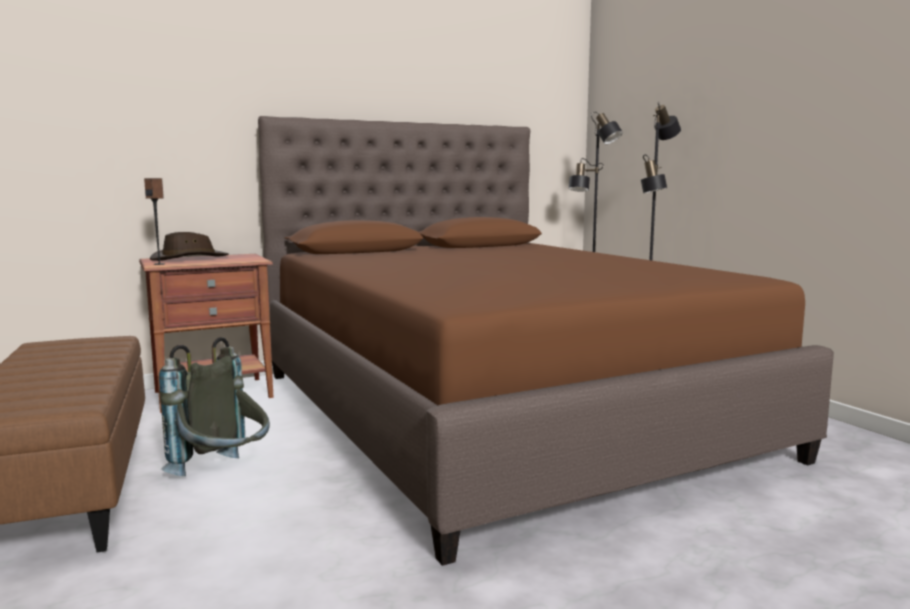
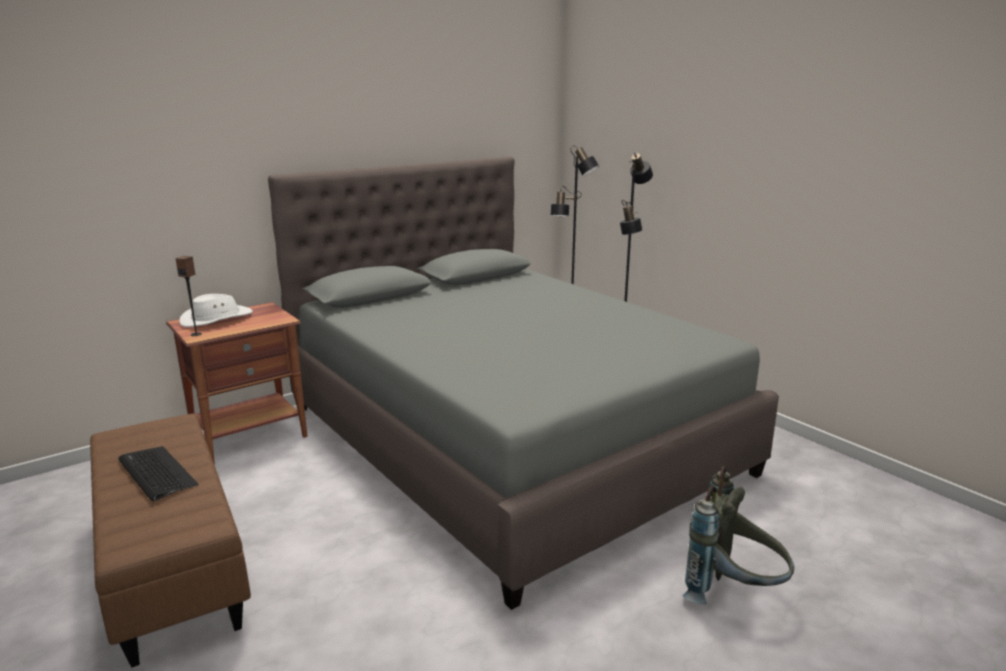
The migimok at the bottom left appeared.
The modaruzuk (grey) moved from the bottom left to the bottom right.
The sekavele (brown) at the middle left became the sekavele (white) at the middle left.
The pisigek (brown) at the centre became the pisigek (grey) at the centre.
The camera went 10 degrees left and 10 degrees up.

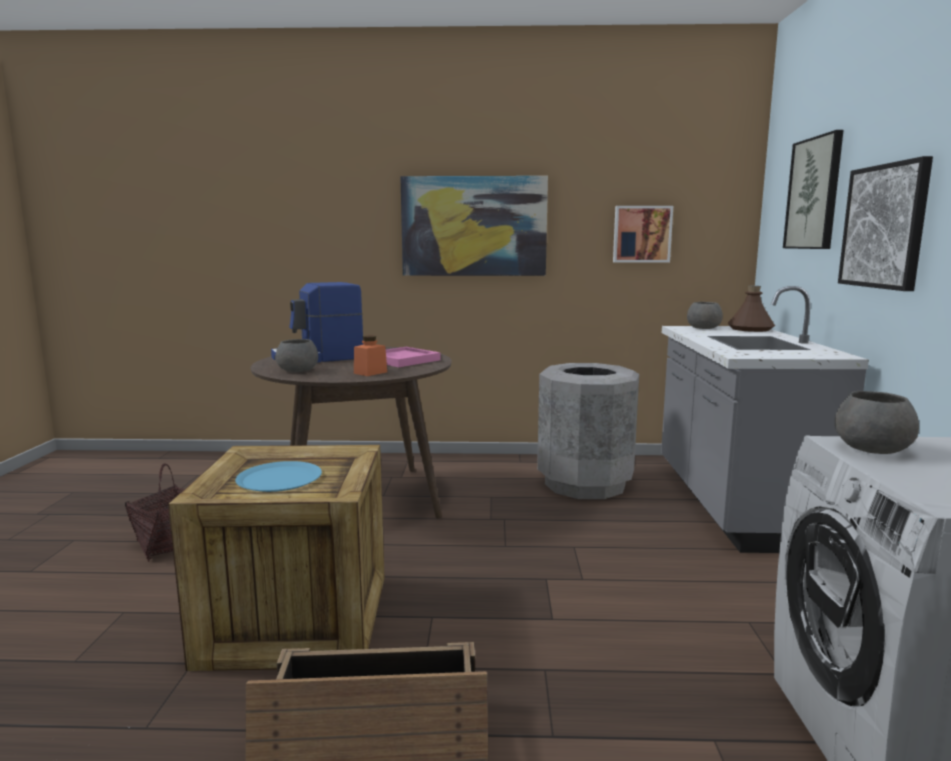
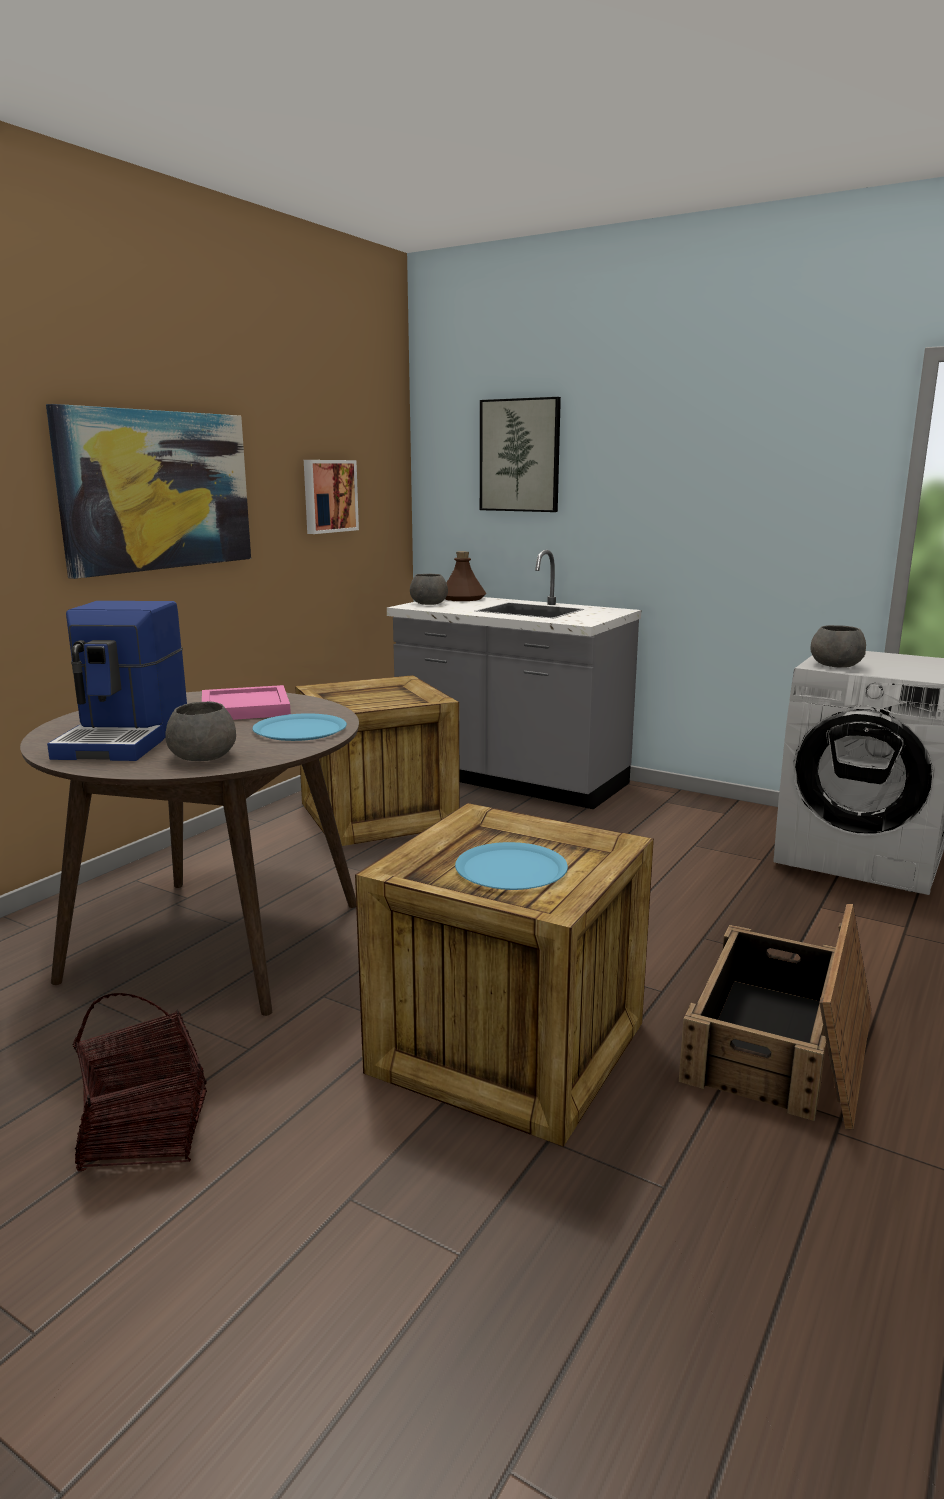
The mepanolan (4th from left) at the top right disappeared.
The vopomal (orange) at the centre was replaced by the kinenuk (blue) (1st from left) at the middle left.
The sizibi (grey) at the centre was replaced by the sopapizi (1st from left) at the centre.
The camera went 60 degrees left and 5 degrees up.

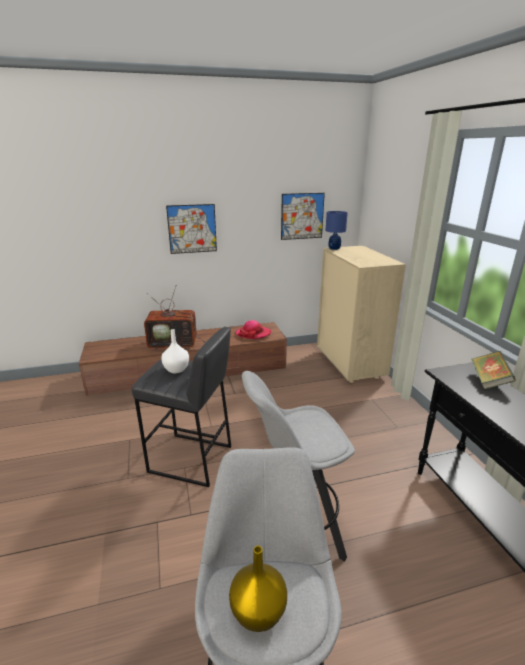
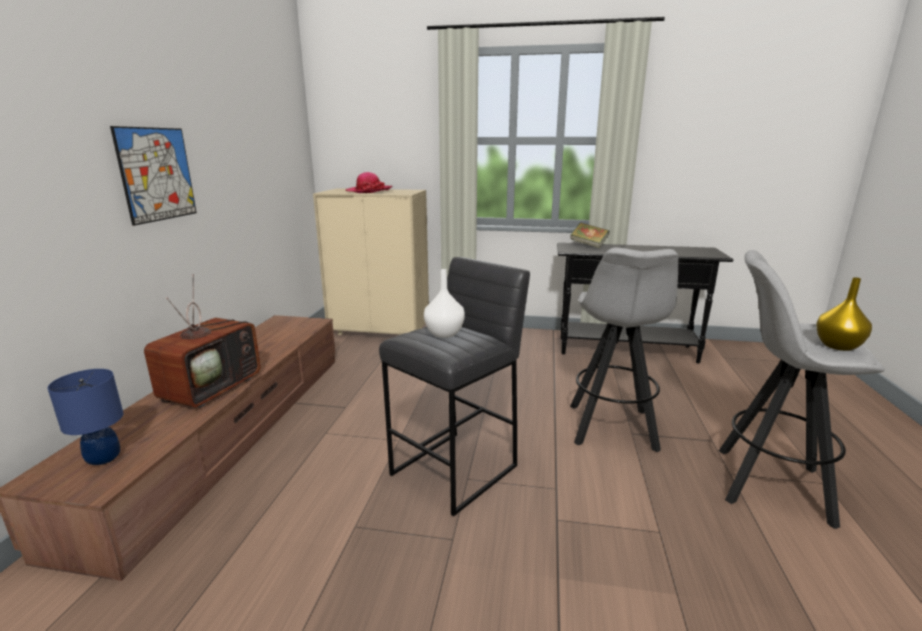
The mepanolan (2nd from left) at the top centre disappeared.
The sekavele moved from the centre to the top centre.
The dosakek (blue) moved from the centre to the middle left.
The camera went 65 degrees left and 5 degrees down.

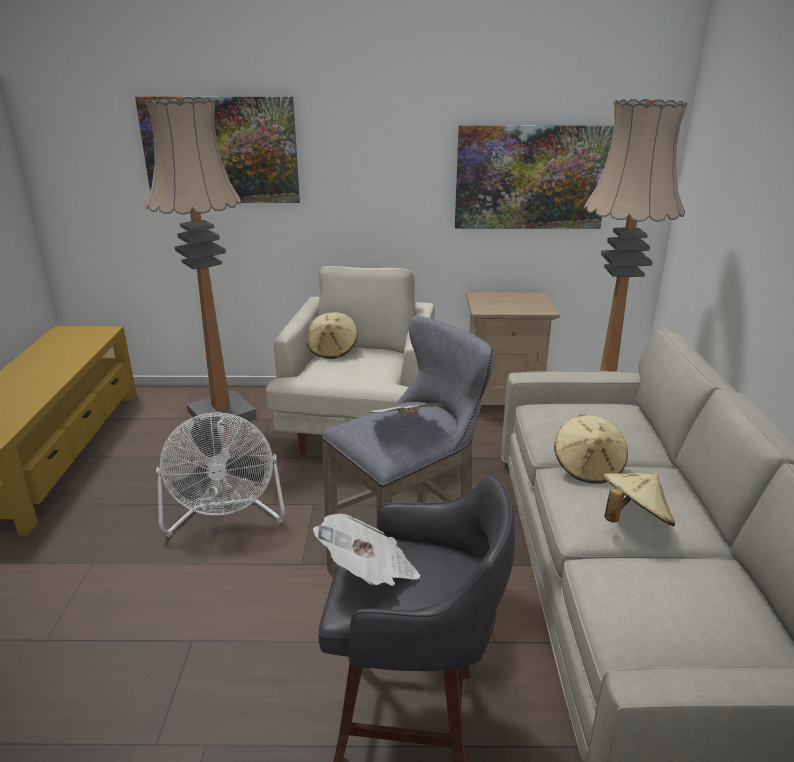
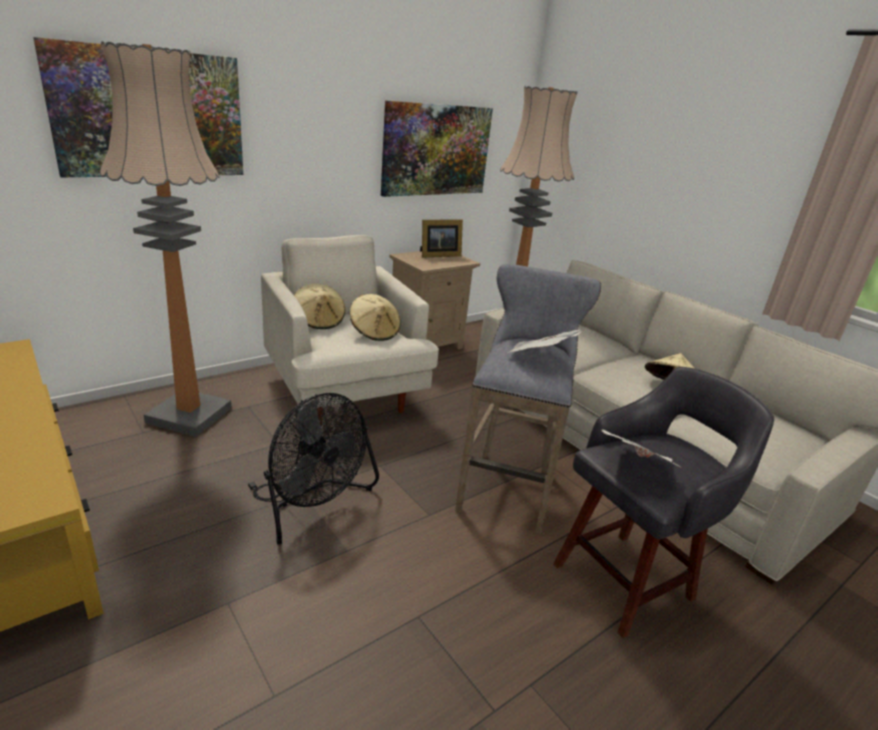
The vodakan at the top centre appeared.
The sekavele (beige) (2nd from left) moved from the middle right to the centre.
The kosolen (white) at the middle left became the kosolen (black) at the centre.
The camera went 40 degrees left and 0 degrees up.

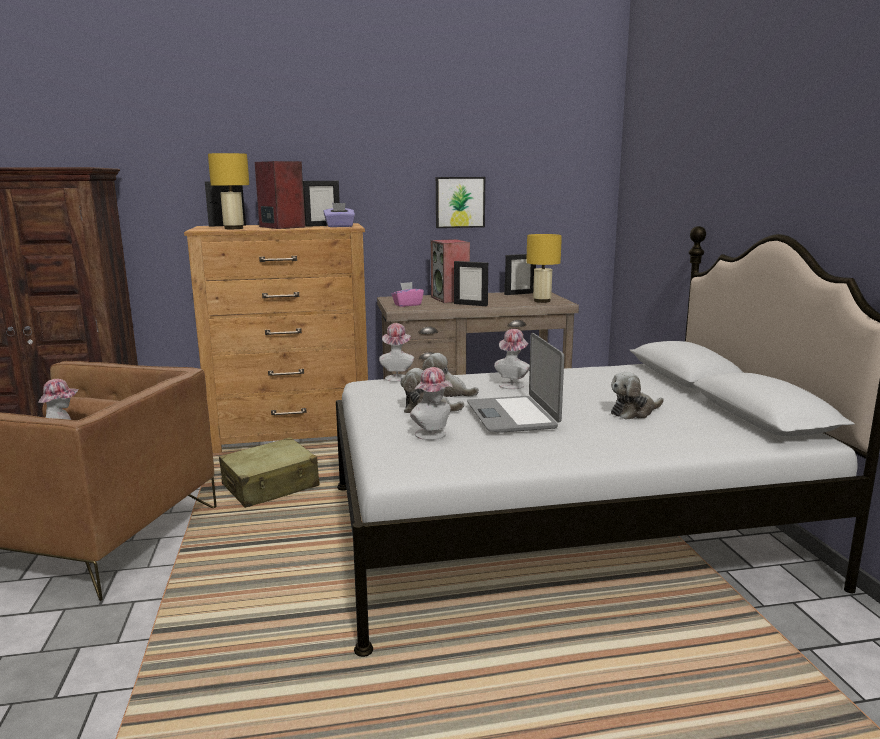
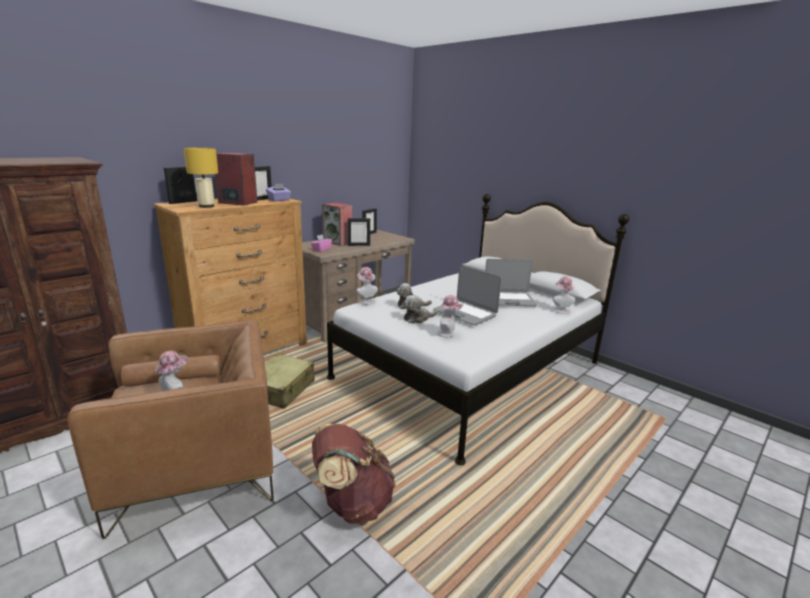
The mepanolan at the top centre disappeared.
The dosakek (yellow) (2nd from left) at the centre disappeared.
The modaruzuk (brown) at the bottom centre appeared.
The sekavele (4th from left) moved from the centre to the middle right.
The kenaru (3rd from left) at the middle right was replaced by the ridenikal (2nd from left) at the centre.
The camera went 35 degrees left and 5 degrees up.

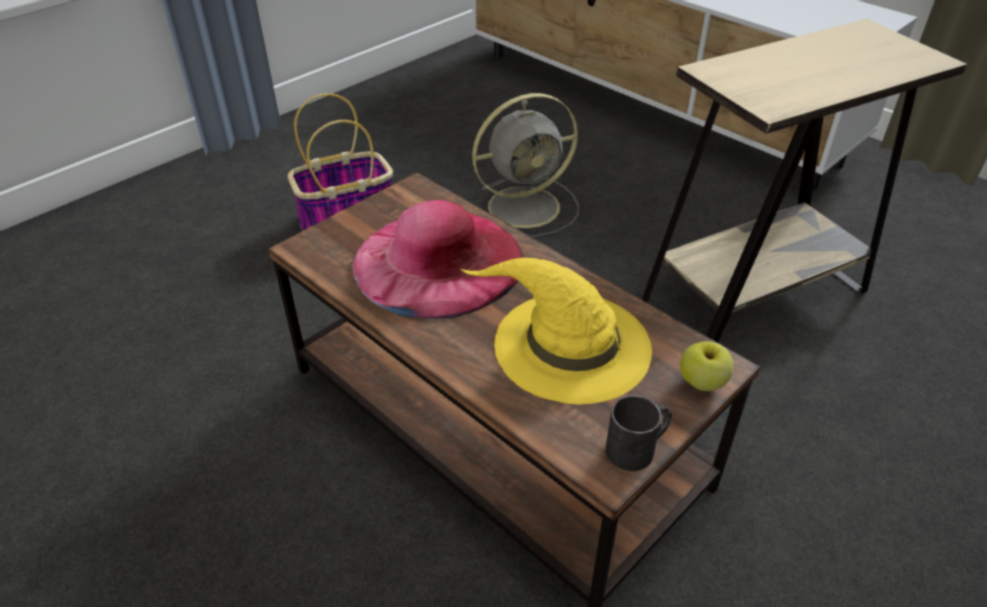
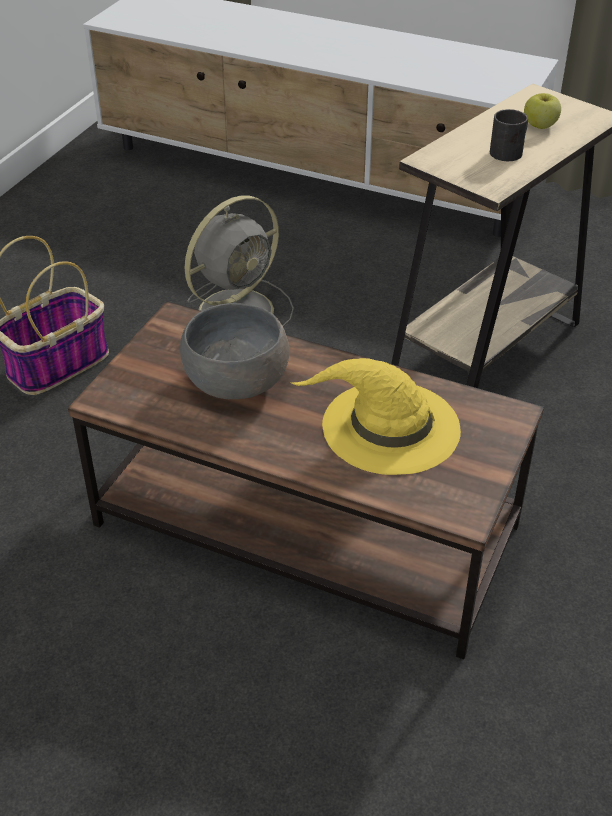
The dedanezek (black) moved from the bottom centre to the top right.
The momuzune moved from the middle right to the top right.
The sekavele (pink) at the centre was replaced by the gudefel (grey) at the centre.
The camera went 20 degrees left and 0 degrees up.

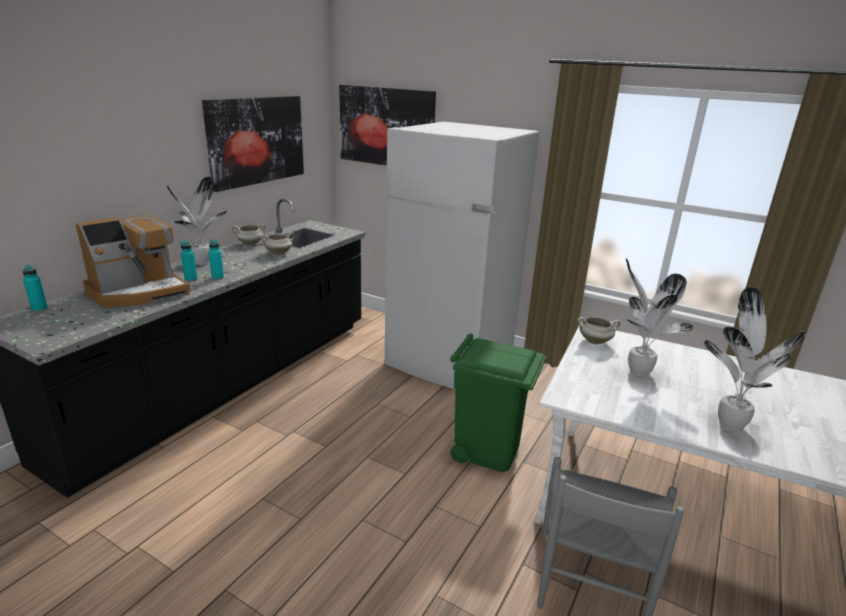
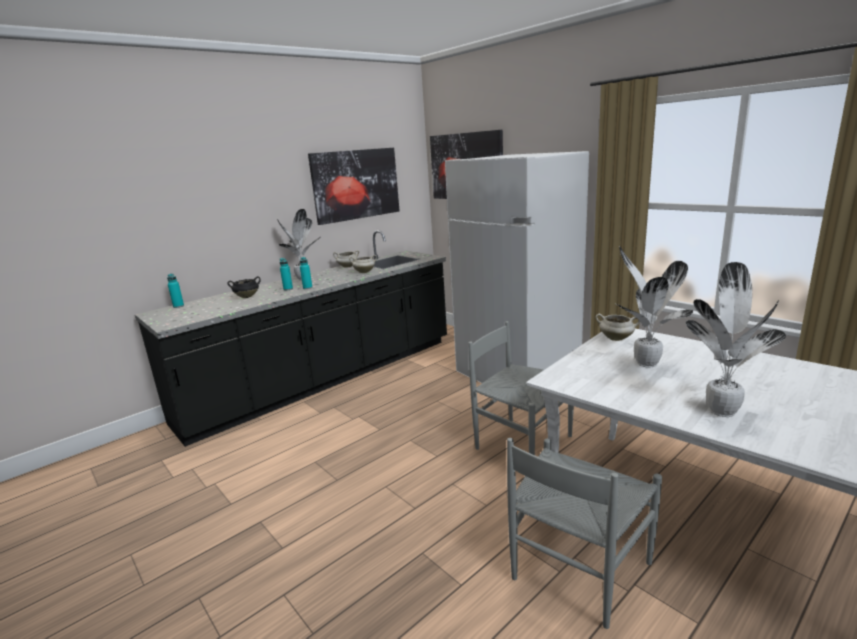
The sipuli at the middle left was replaced by the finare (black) at the middle left.
The sizibi (green) at the centre was replaced by the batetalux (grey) (1st from left) at the centre.
The camera went 20 degrees right and 5 degrees down.

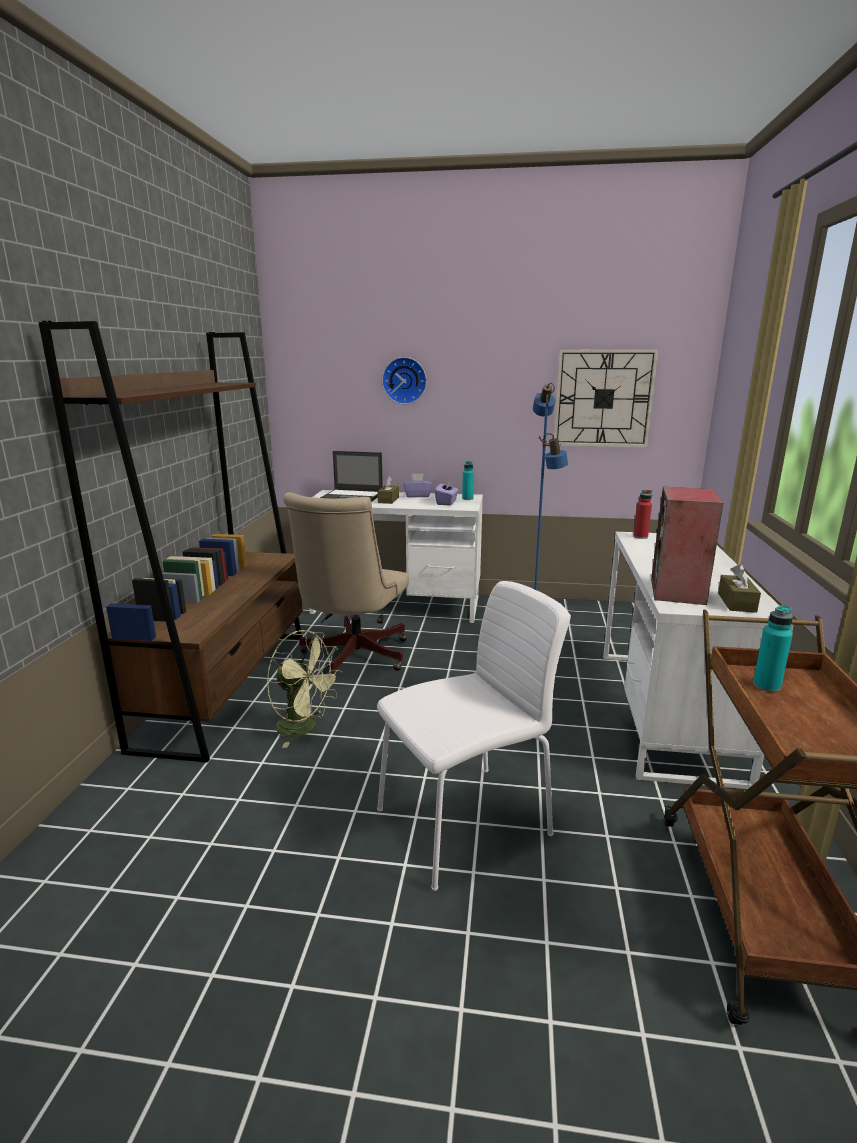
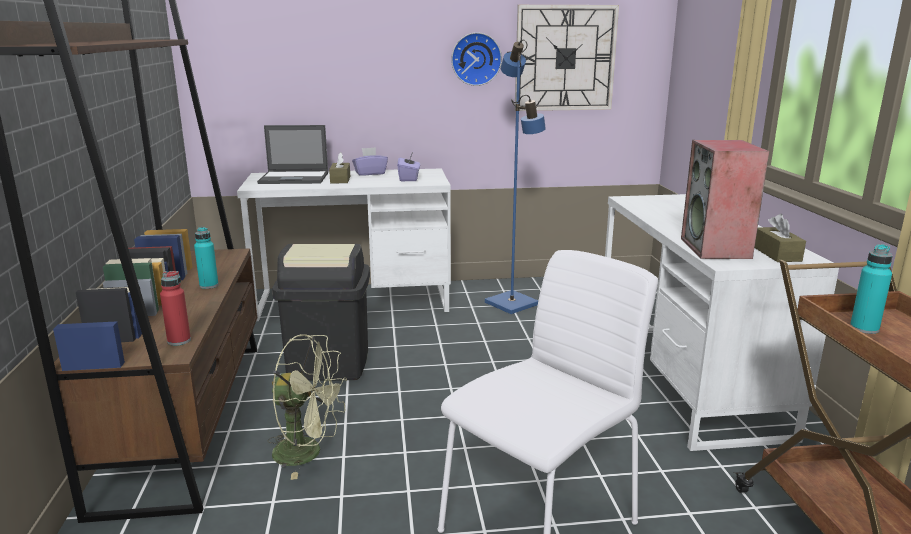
The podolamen (1st from left) moved from the centre to the top centre.
The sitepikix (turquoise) (1st from left) moved from the centre to the middle left.
The sitepikix (red) moved from the middle right to the middle left.
The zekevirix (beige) at the centre was replaced by the sizibi (black) at the centre.
The camera went 15 degrees left and 0 degrees up.

